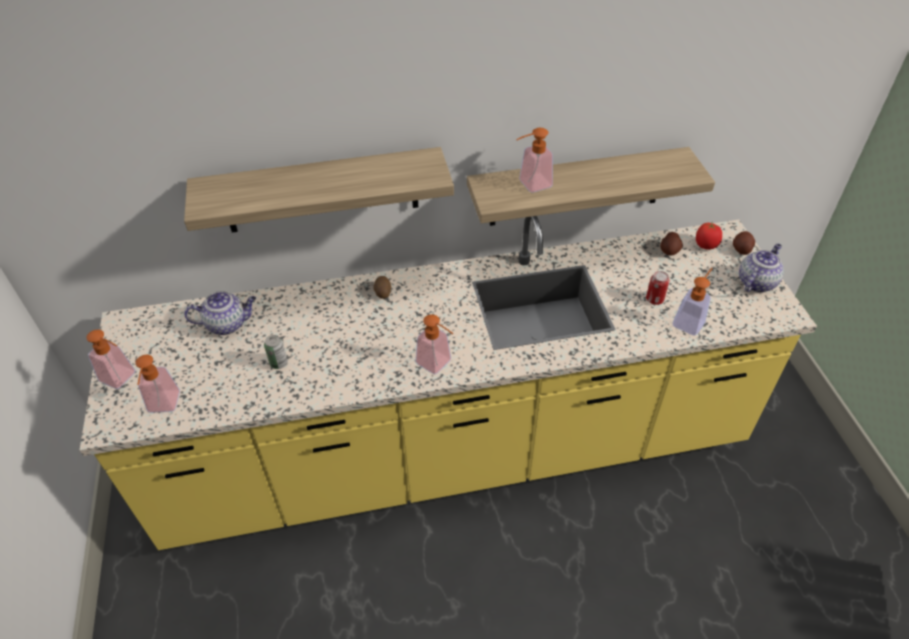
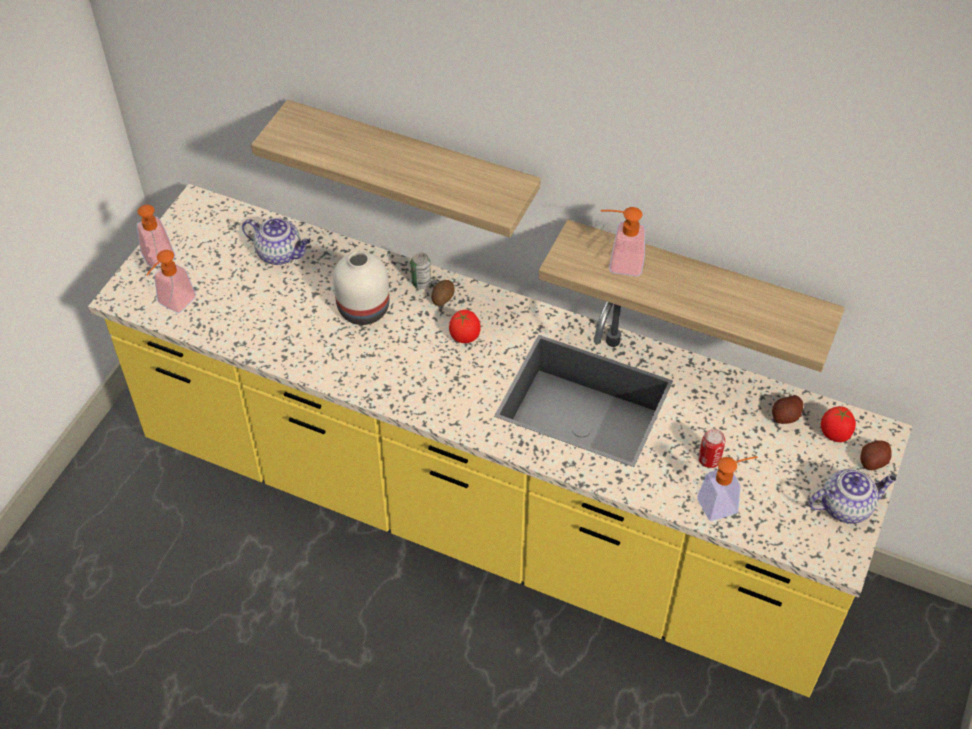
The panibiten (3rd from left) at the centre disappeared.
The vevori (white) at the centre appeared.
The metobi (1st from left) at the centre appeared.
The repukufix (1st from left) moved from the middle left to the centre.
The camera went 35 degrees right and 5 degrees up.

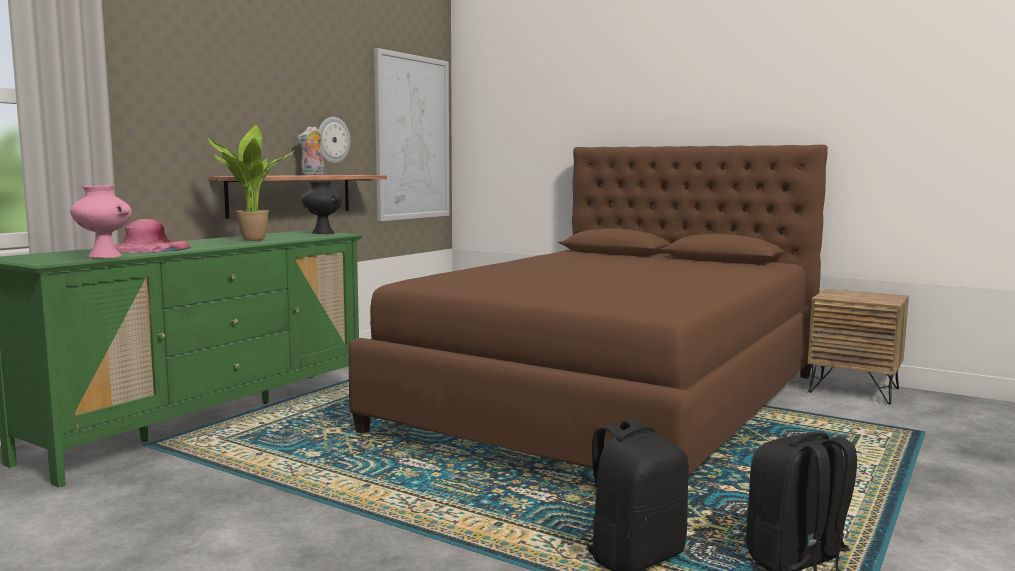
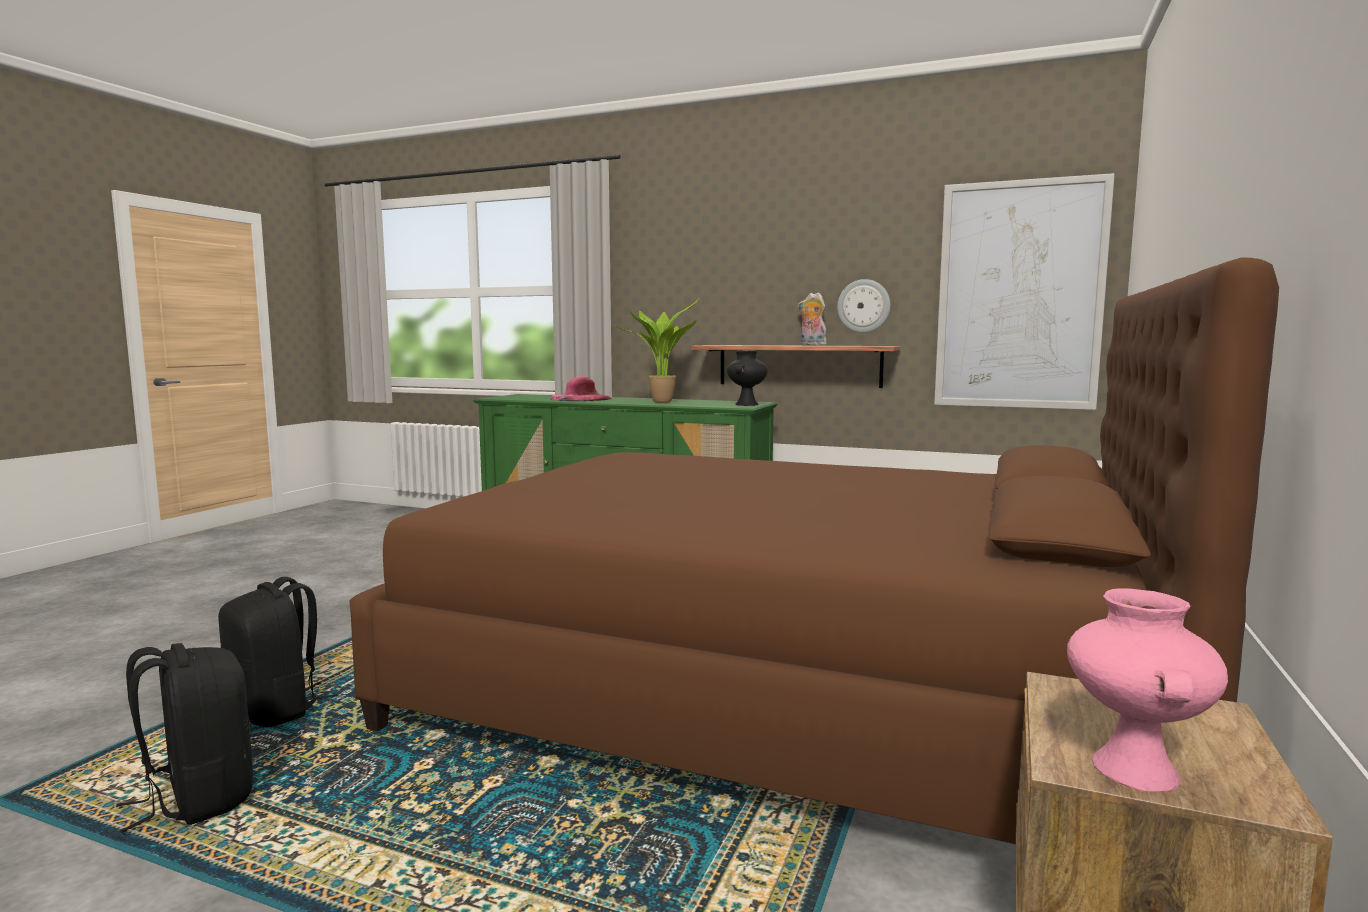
The vevori (pink) moved from the middle left to the bottom right.
The camera went 80 degrees right and 0 degrees up.

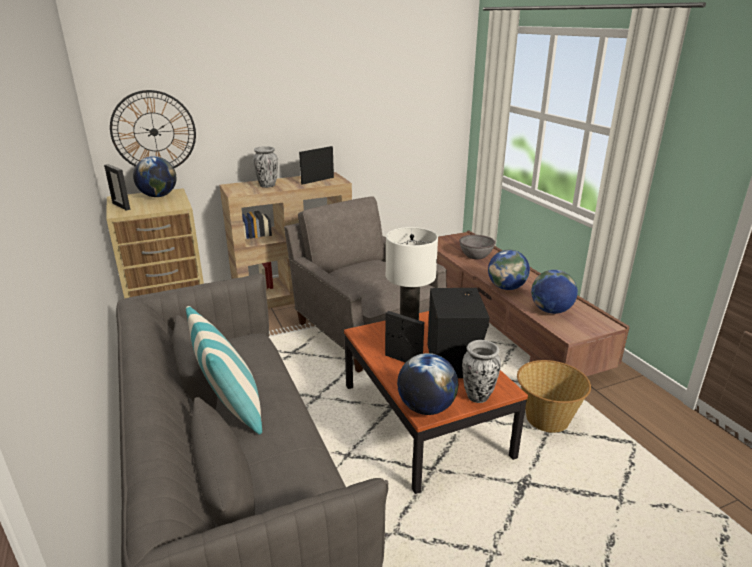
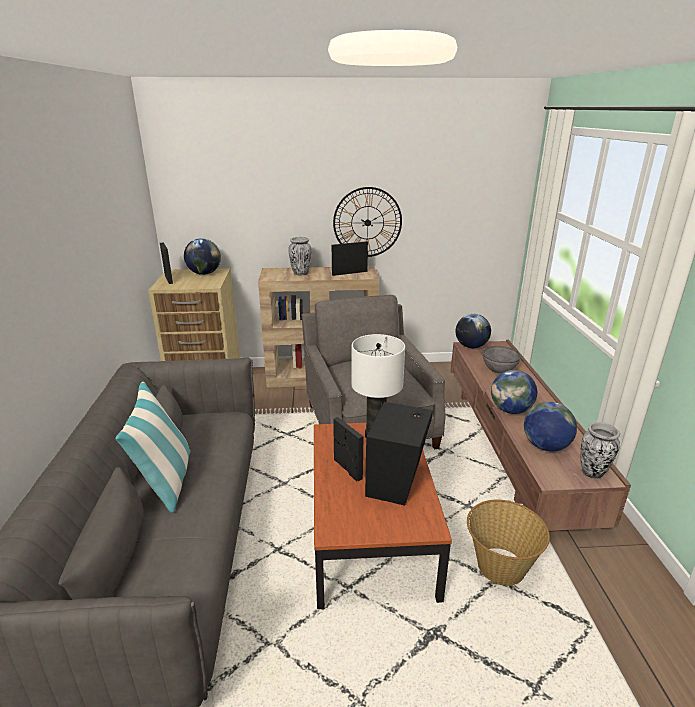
The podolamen moved from the top left to the top centre.
The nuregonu (2nd from left) moved from the bottom centre to the middle right.
The vevori (2nd from left) moved from the centre to the middle right.
The camera went 20 degrees right and 0 degrees up.

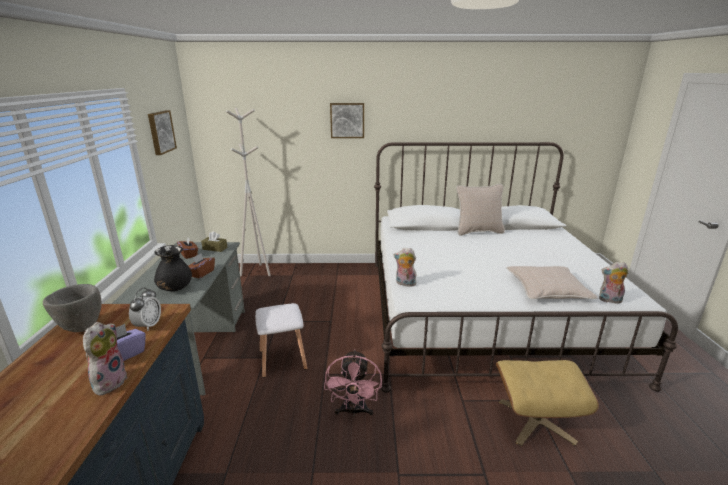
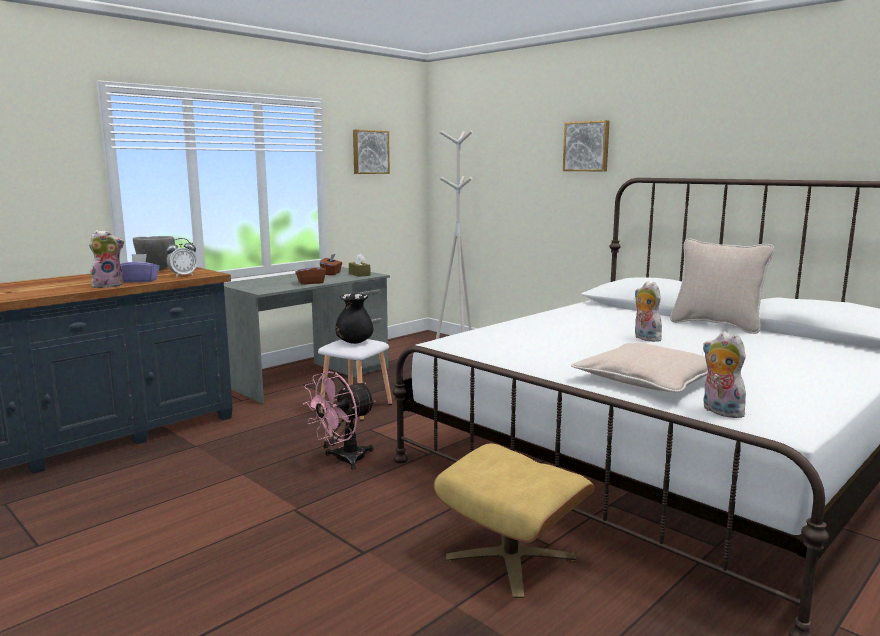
The vevori (black) moved from the middle left to the centre.
The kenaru (2nd from left) moved from the centre to the middle right.
The camera went 45 degrees right and 10 degrees down.

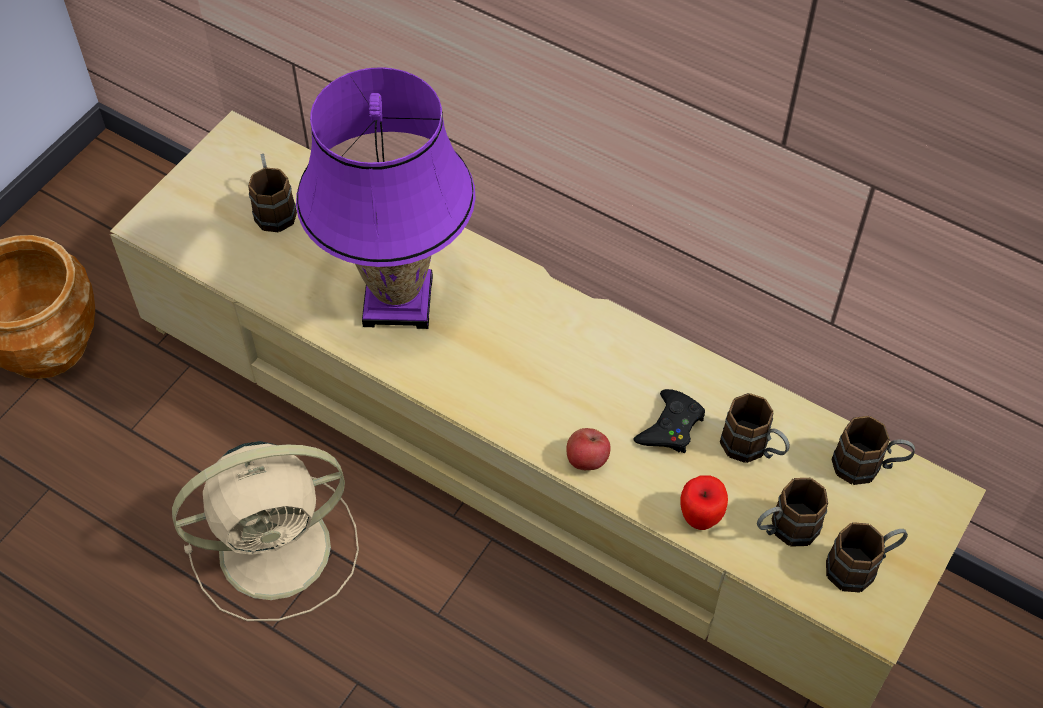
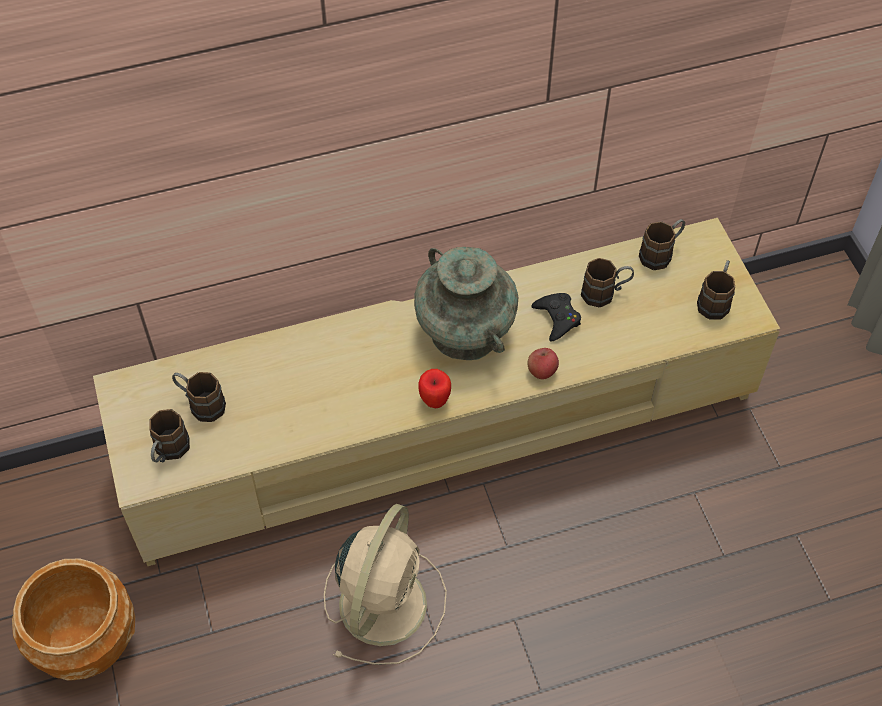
The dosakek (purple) at the top centre disappeared.
The vevori (turquoise) at the centre appeared.
The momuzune (2nd from left in the first image) moved from the bottom right to the centre.
The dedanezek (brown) (3rd from left in the first image) moved from the bottom right to the middle left.
The camera went 50 degrees left and 0 degrees up.

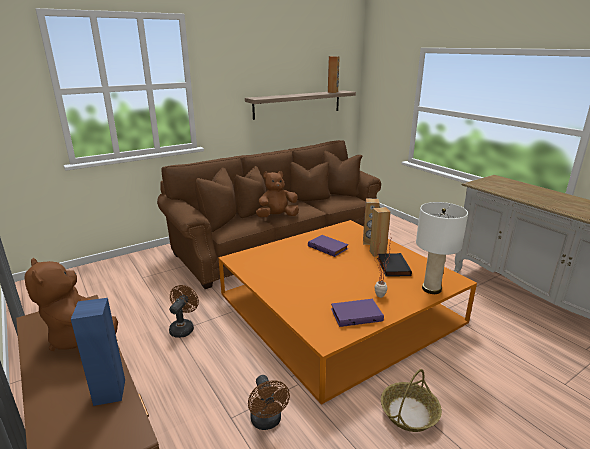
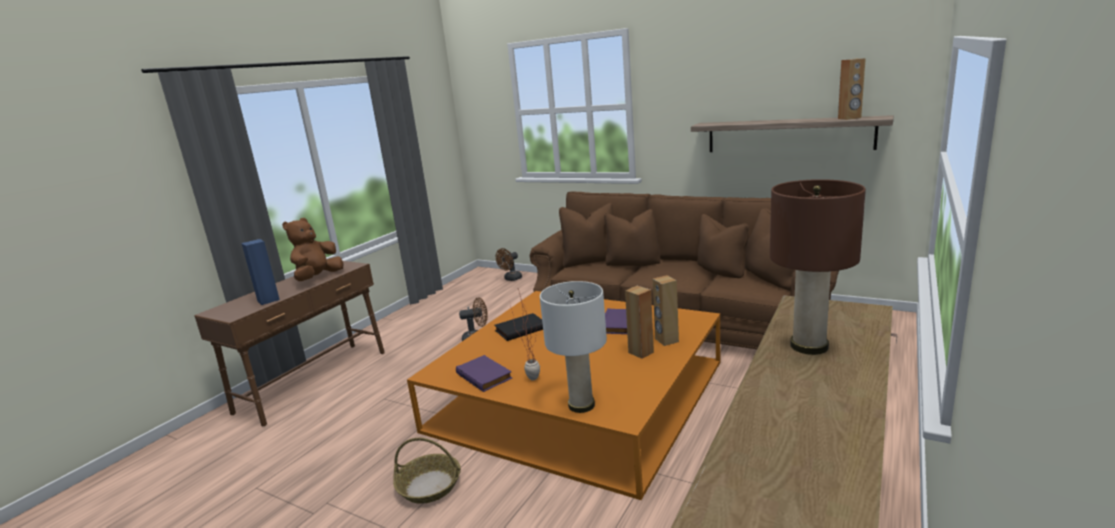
The kenaru (brown) (2nd from left) at the centre disappeared.
The dosakek (brown) at the middle right appeared.
The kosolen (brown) (2nd from left) moved from the bottom centre to the centre.
The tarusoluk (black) moved from the middle right to the centre.
The camera went 65 degrees right and 5 degrees down.

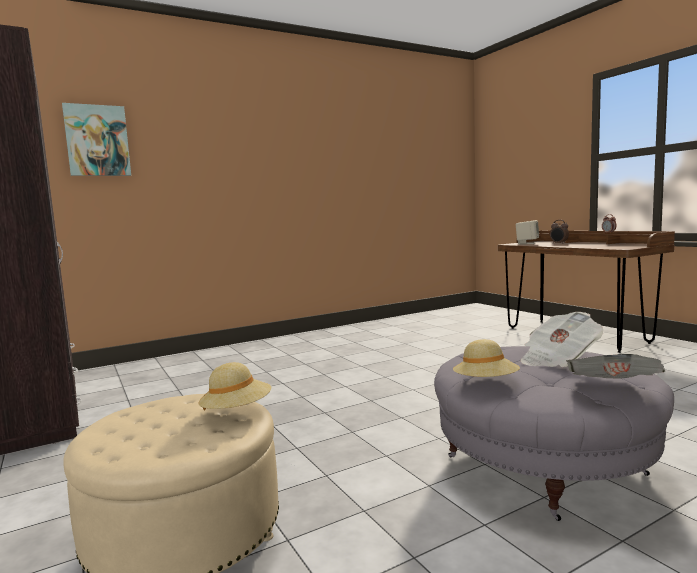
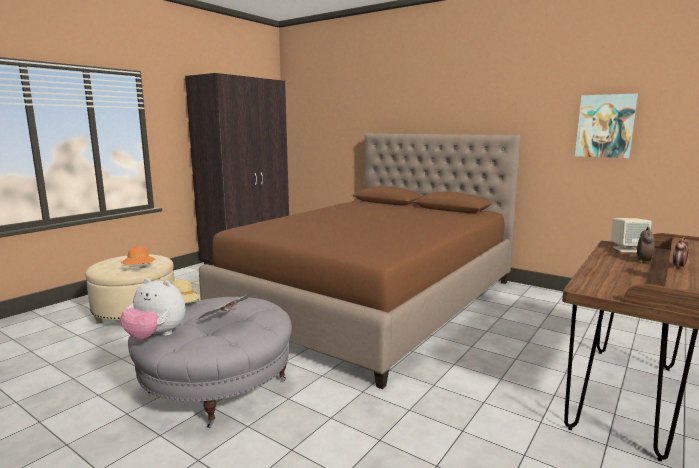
The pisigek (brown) at the centre appeared.
The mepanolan moved from the top left to the top right.
The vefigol (2nd from left) at the middle right was replaced by the kenaru at the middle left.
The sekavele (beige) (1st from left) at the bottom centre became the sekavele (orange) at the middle left.
The camera went 65 degrees right and 5 degrees up.

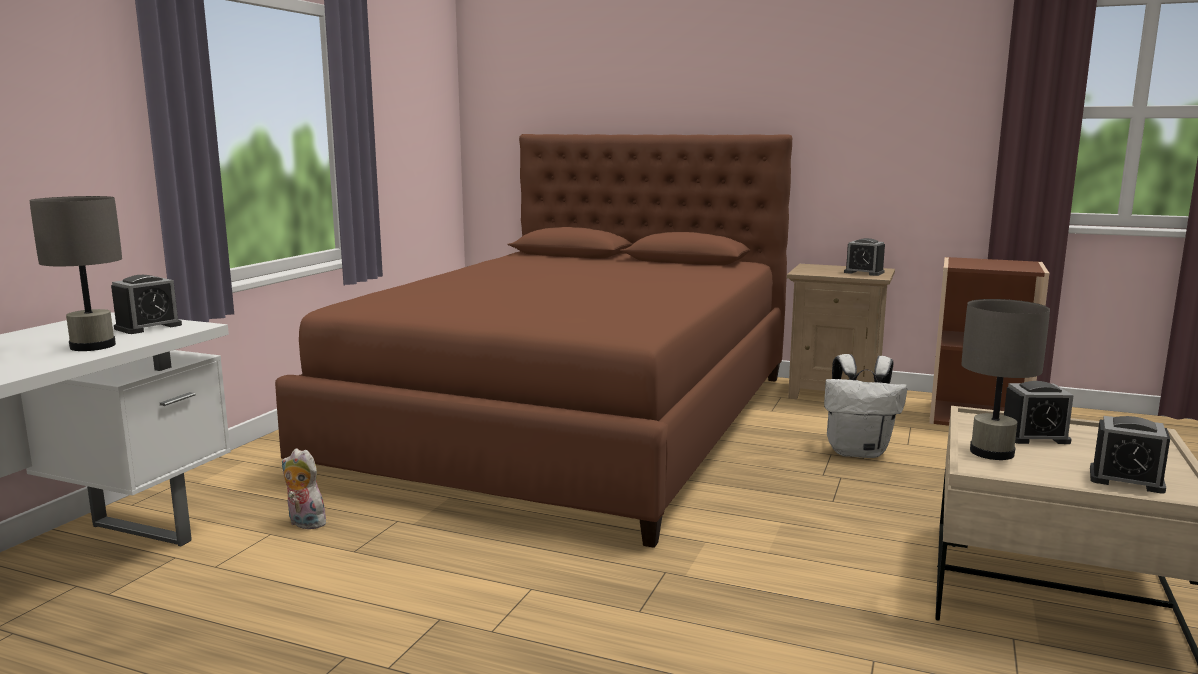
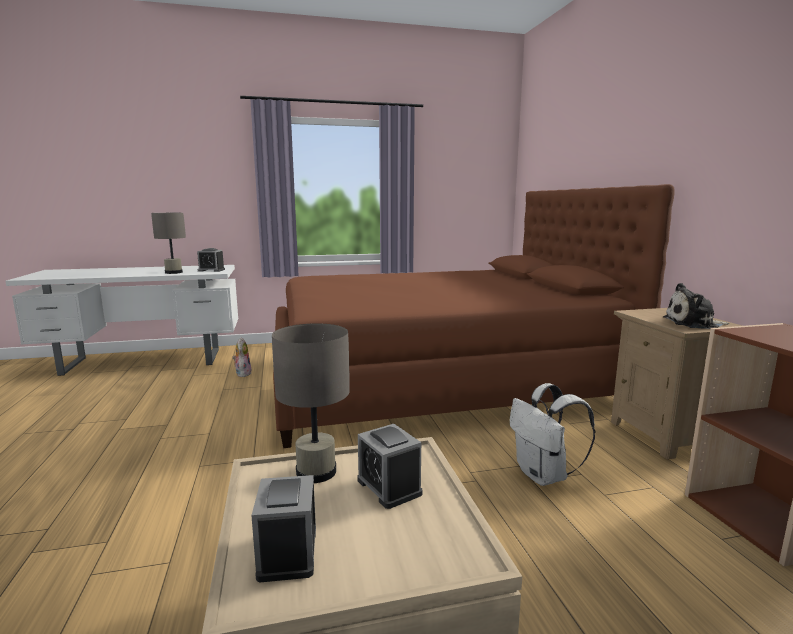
The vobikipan (2nd from left) at the middle right was replaced by the kenaru (2nd from left) at the middle right.
The camera went 55 degrees right and 0 degrees up.

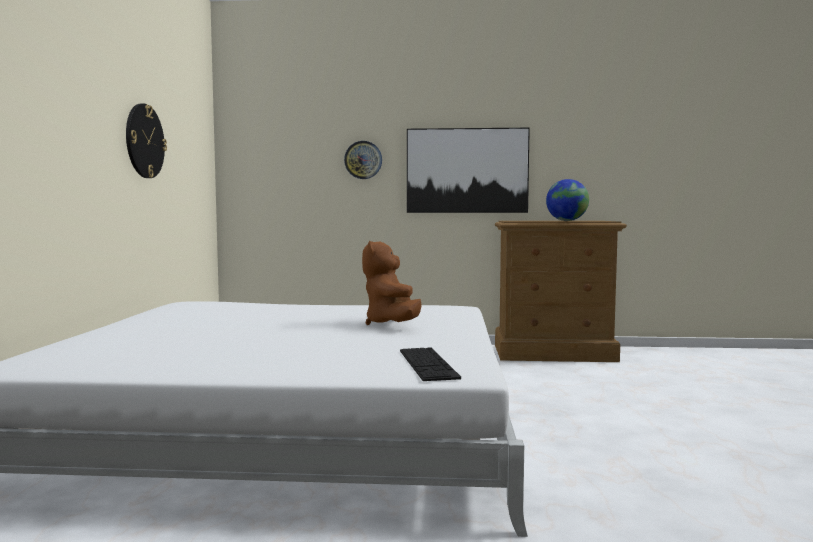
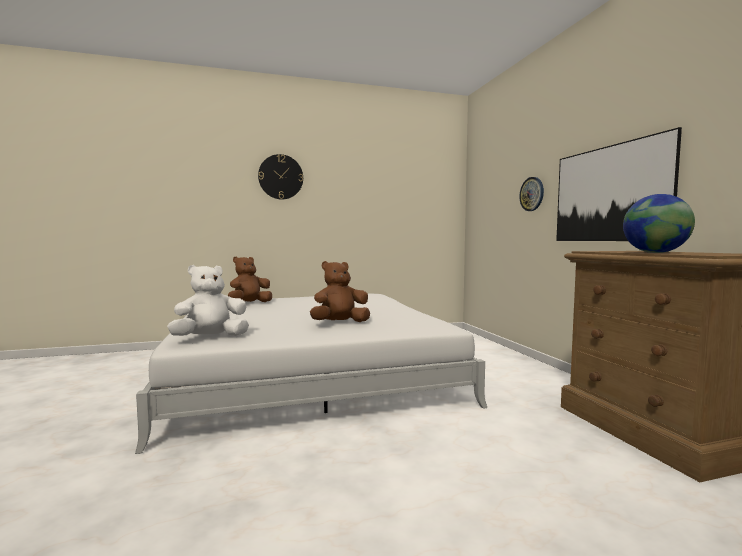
The kenaru (brown) (1st from left) at the centre appeared.
The podolamen (1st from left) moved from the top left to the top centre.
The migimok at the bottom centre was replaced by the kenaru (white) at the middle left.
The camera went 70 degrees right and 0 degrees up.

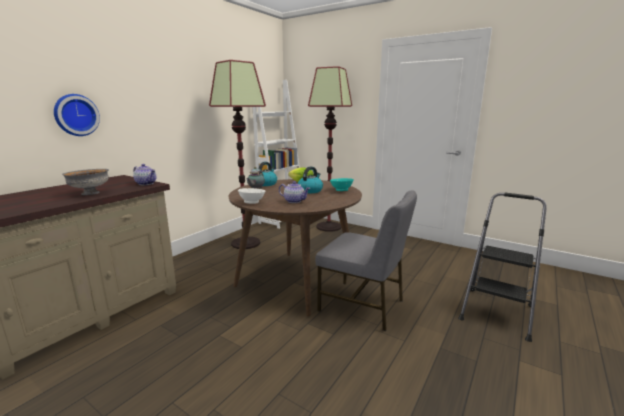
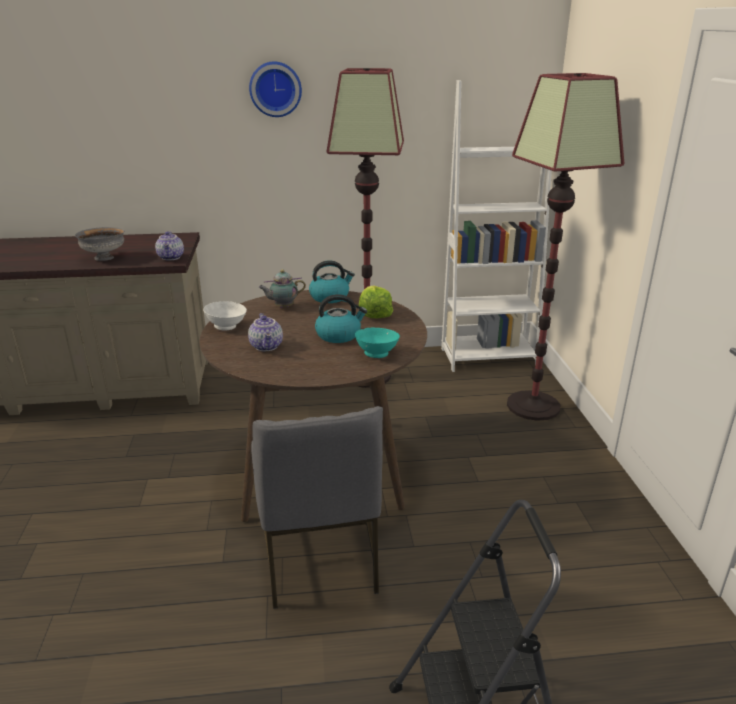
The podolamen moved from the top left to the top centre.
The camera went 50 degrees right and 10 degrees up.

